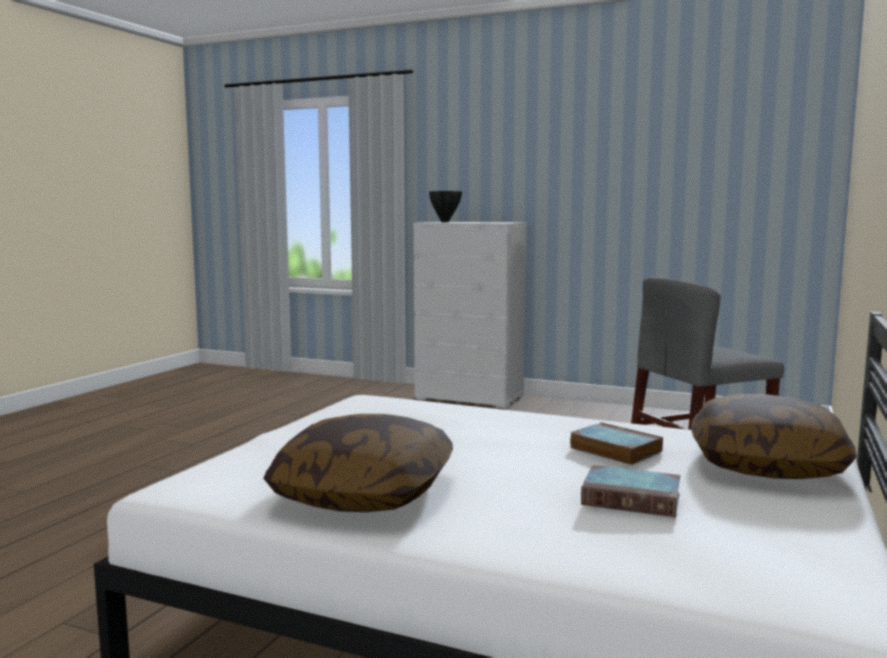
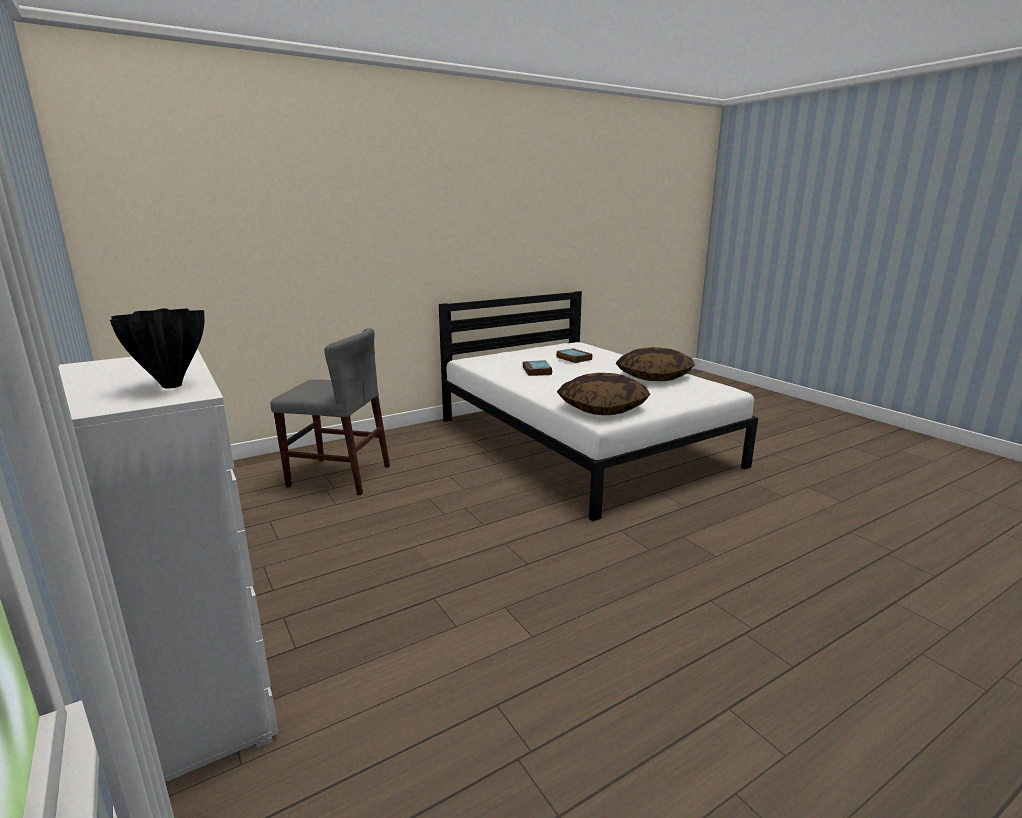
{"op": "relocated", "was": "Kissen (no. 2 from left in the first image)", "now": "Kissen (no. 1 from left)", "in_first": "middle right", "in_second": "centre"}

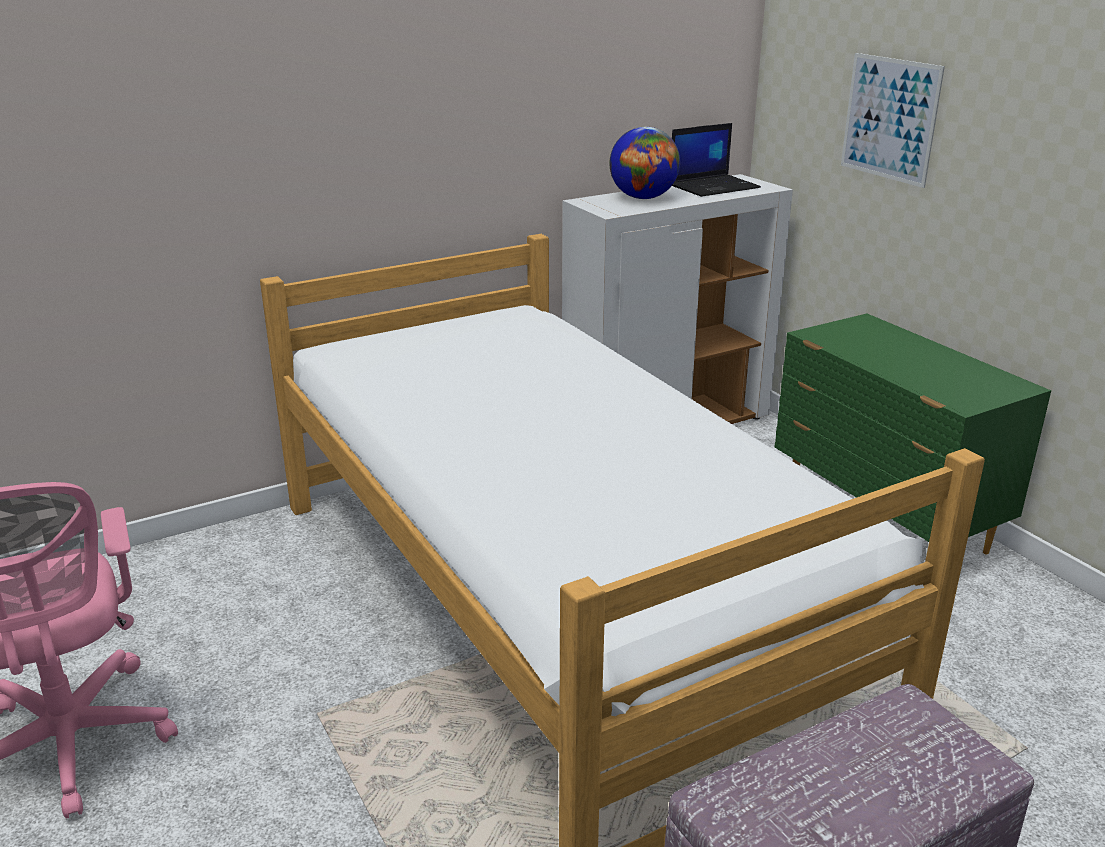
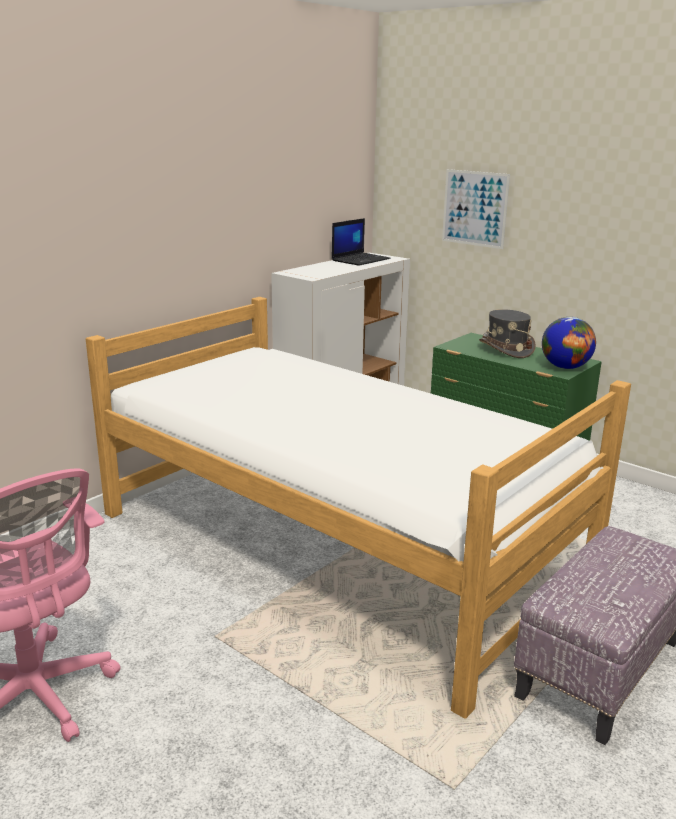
{"op": "relocated", "was": "Globus", "in_first": "top centre", "in_second": "middle right"}
{"op": "appeared", "now": "Hut [grau]", "in_second": "middle right"}

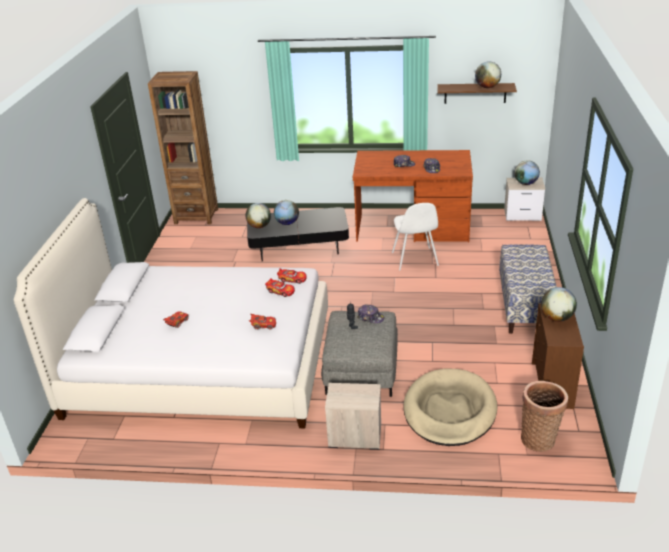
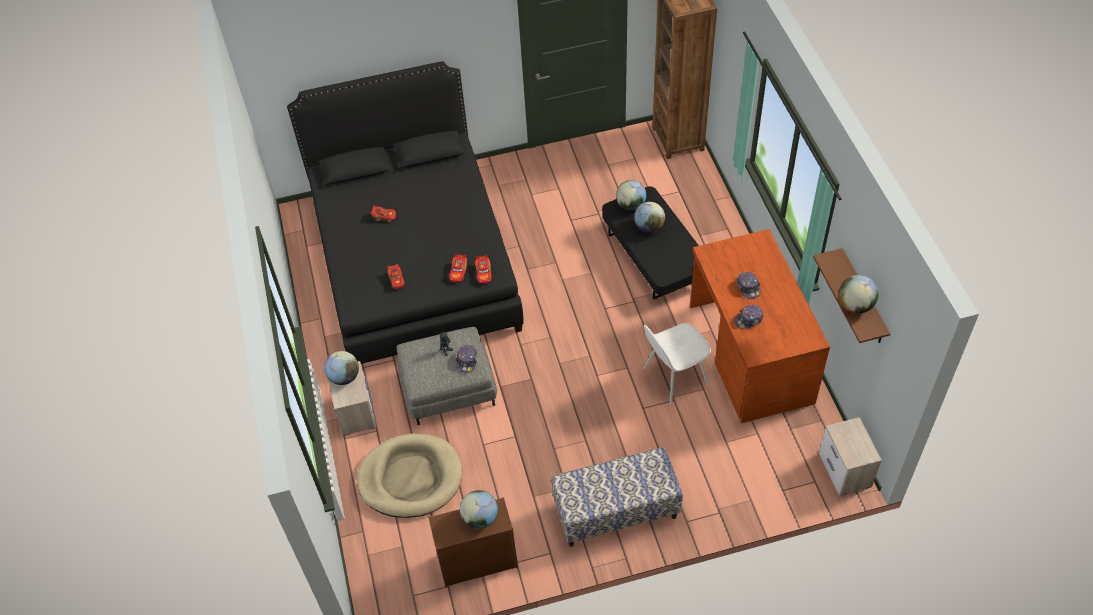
{"op": "relocated", "was": "Globus (no. 4 from left in the first image)", "now": "Globus (no. 1 from left)", "in_first": "top right", "in_second": "middle left"}
{"op": "colour", "was": "Bett [weiß]", "now": "Bett [schwarz]", "in_first": "middle left", "in_second": "centre"}
{"op": "missing", "was": "Korb", "in_first": "bottom right"}

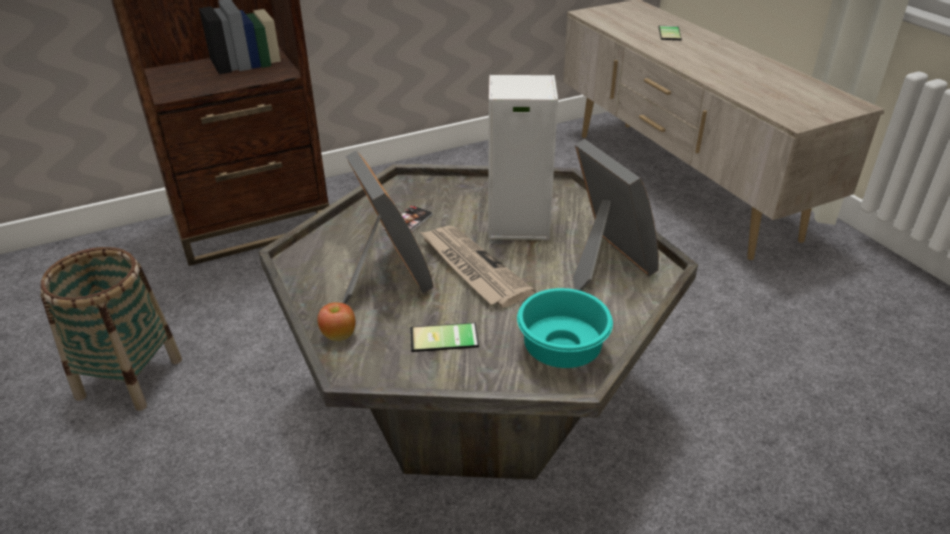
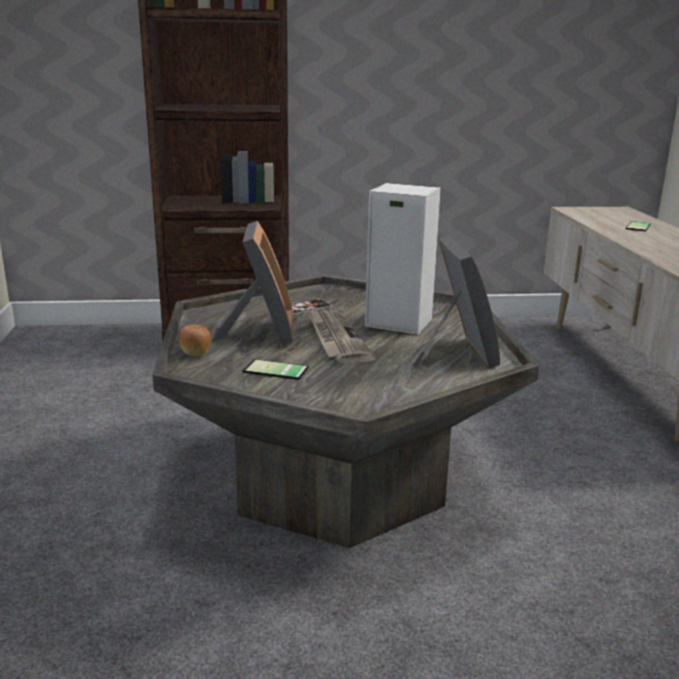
{"op": "missing", "was": "Korb", "in_first": "middle left"}
{"op": "missing", "was": "Schüssel [türkis]", "in_first": "centre"}

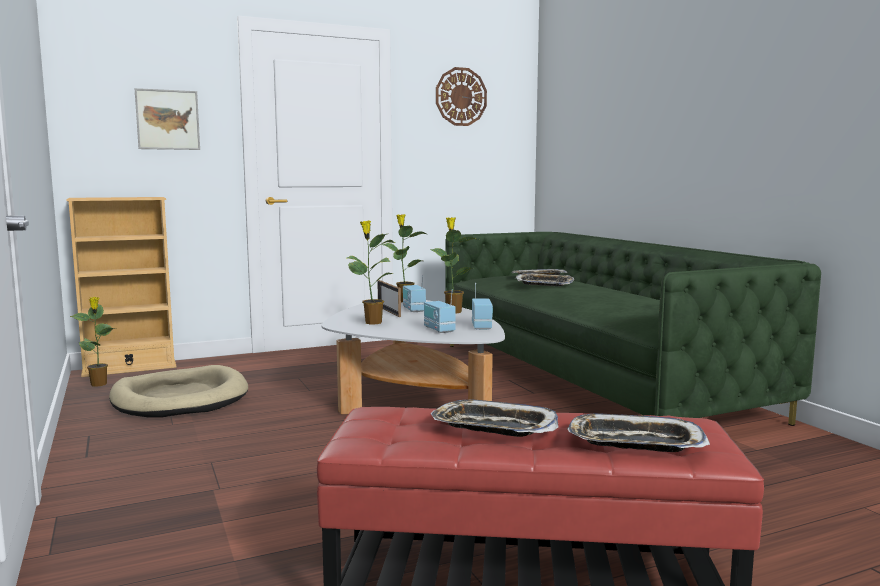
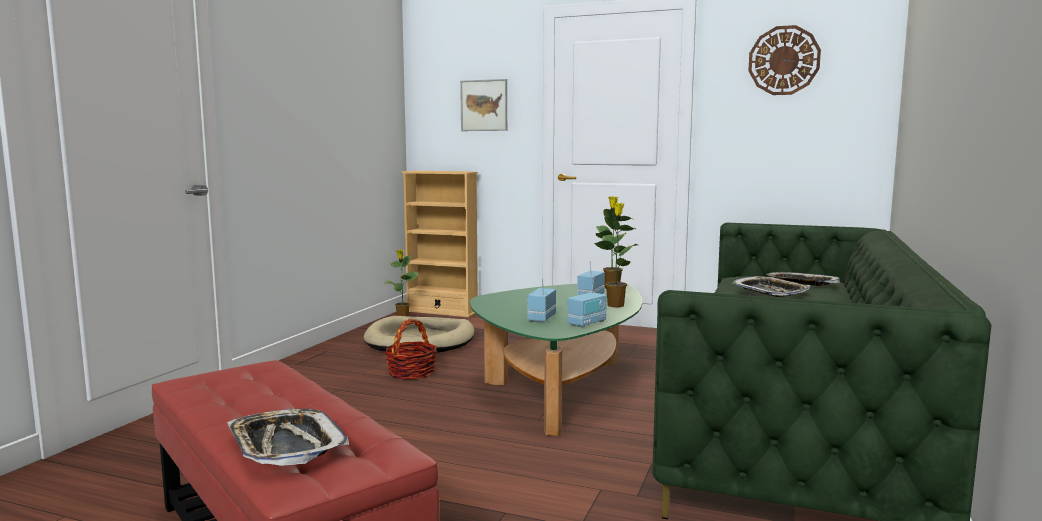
{"op": "missing", "was": "Topfpflanze (no. 2 from left)", "in_first": "centre"}
{"op": "missing", "was": "Bilderrahmen", "in_first": "centre"}
{"op": "colour", "was": "Couchtisch [weiß]", "now": "Couchtisch [grün]", "in_first": "centre", "in_second": "bottom centre"}
{"op": "missing", "was": "Tablett (no. 1 from left)", "in_first": "bottom centre"}
{"op": "appeared", "now": "Korb", "in_second": "bottom centre"}

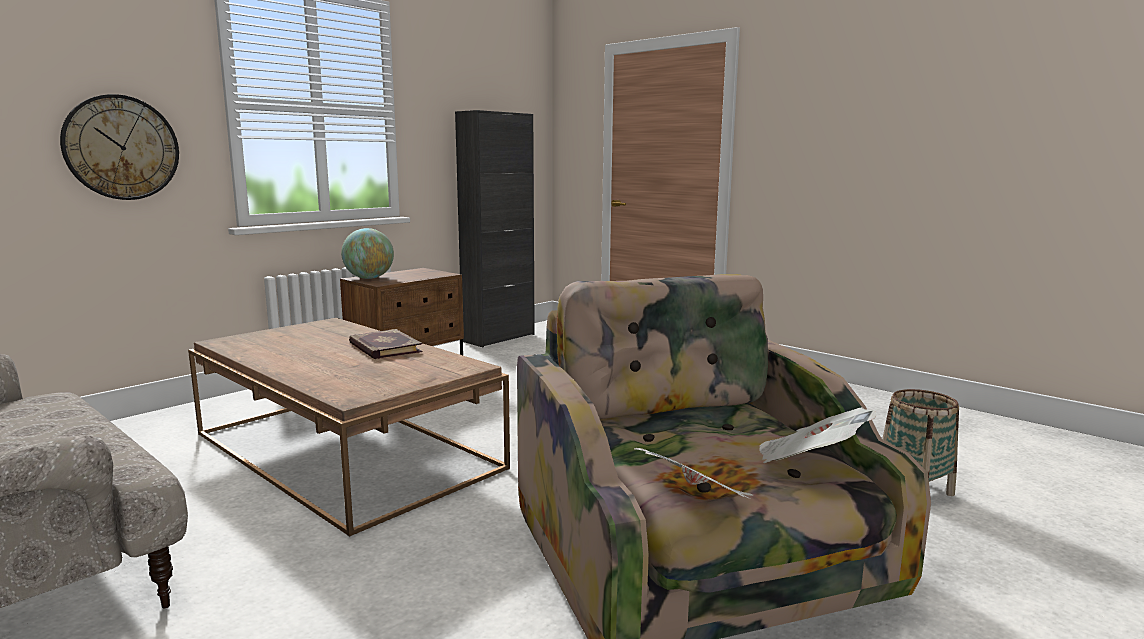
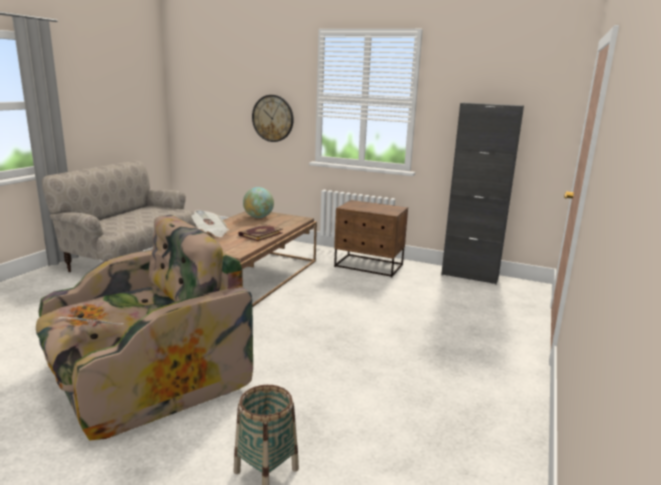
{"op": "relocated", "was": "Globus", "in_first": "middle left", "in_second": "centre"}
{"op": "relocated", "was": "Zeitung (no. 1 from left in the first image)", "now": "Zeitung (no. 2 from left)", "in_first": "bottom centre", "in_second": "middle left"}

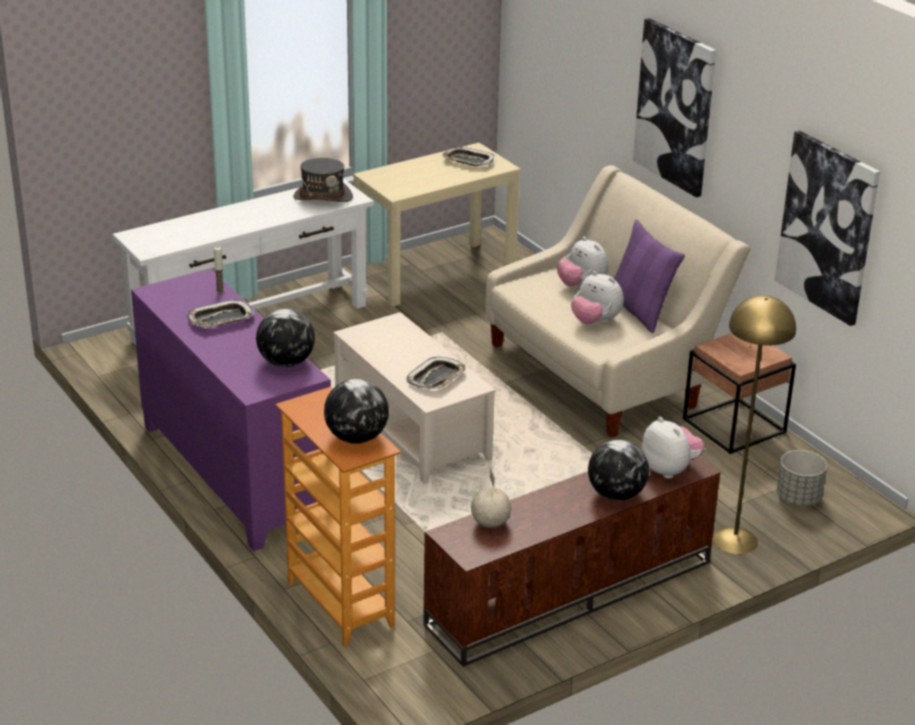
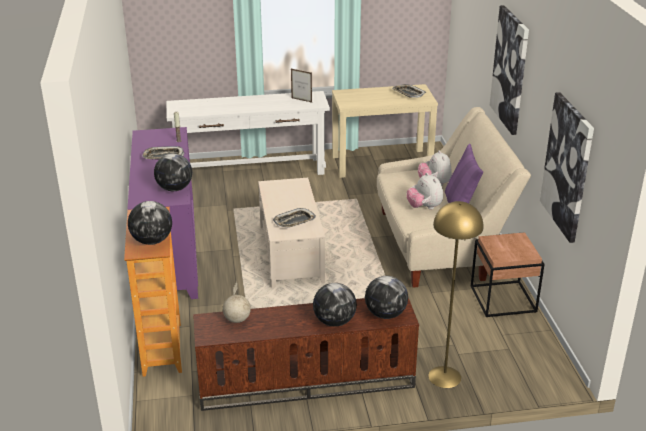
{"op": "exchanged", "was": "Hut [grau]", "now": "Bilderrahmen", "in_first": "top centre", "in_second": "top centre"}
{"op": "exchanged", "was": "Plüschtier (no. 3 from left)", "now": "Globus (no. 5 from left)", "in_first": "middle right", "in_second": "bottom centre"}
{"op": "missing", "was": "Pflanzkübel [grau]", "in_first": "middle right"}

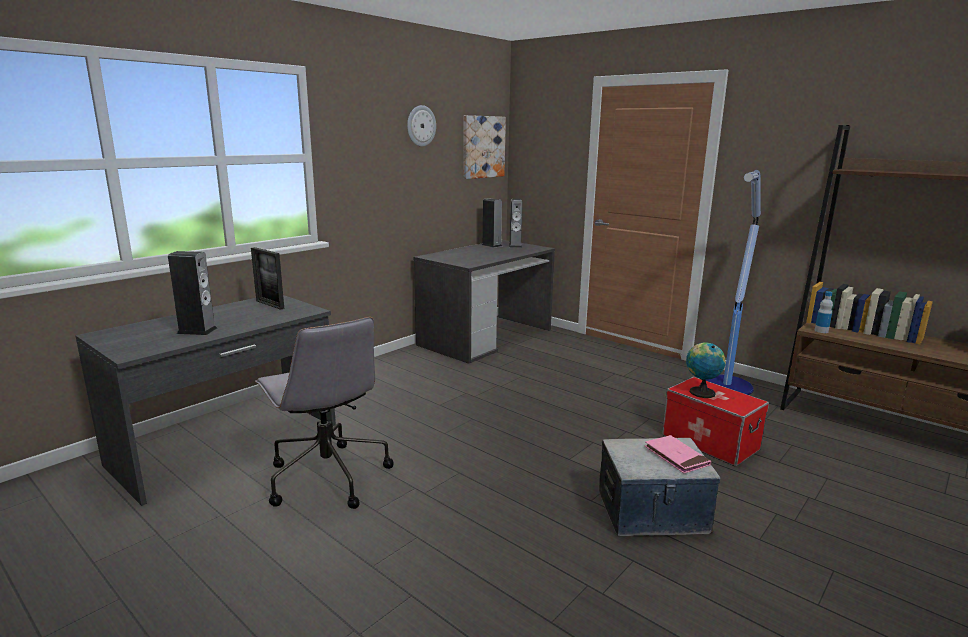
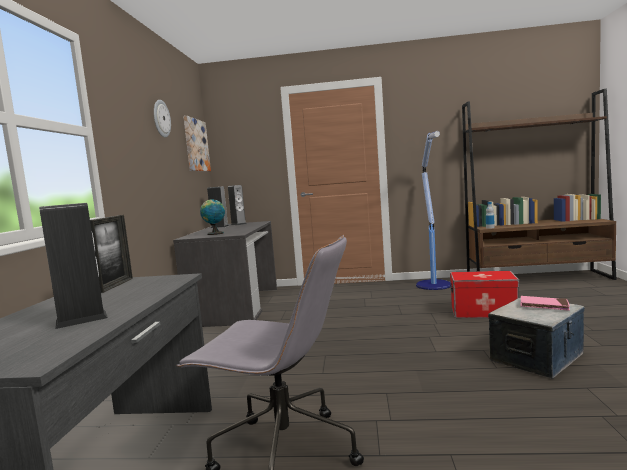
{"op": "spun", "was": "Bilderrahmen", "in_first": "middle left", "in_second": "middle left", "clockwise": -90}
{"op": "relocated", "was": "Globus", "in_first": "middle right", "in_second": "centre"}

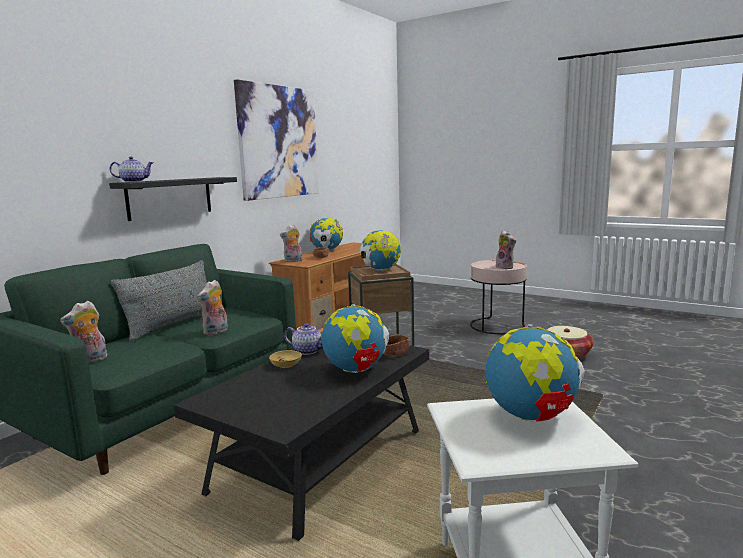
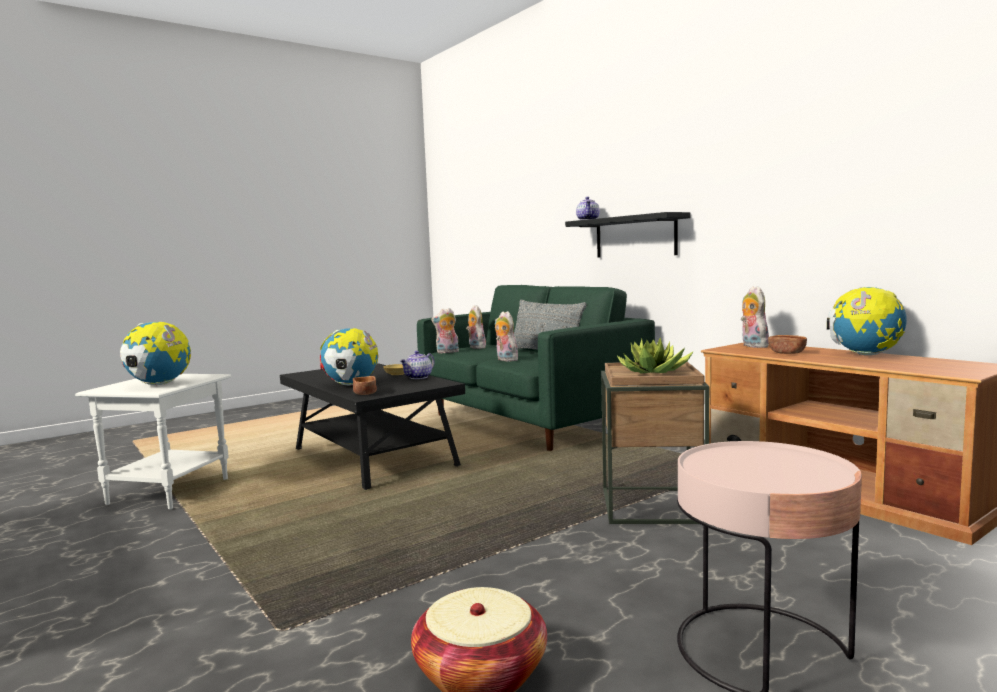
{"op": "missing", "was": "Bild", "in_first": "top centre"}
{"op": "exchanged", "was": "Globus (no. 3 from left)", "now": "Topfpflanze", "in_first": "centre", "in_second": "centre"}
{"op": "relocated", "was": "Plüschtier (no. 4 from left in the first image)", "now": "Plüschtier (no. 1 from left)", "in_first": "middle right", "in_second": "centre"}

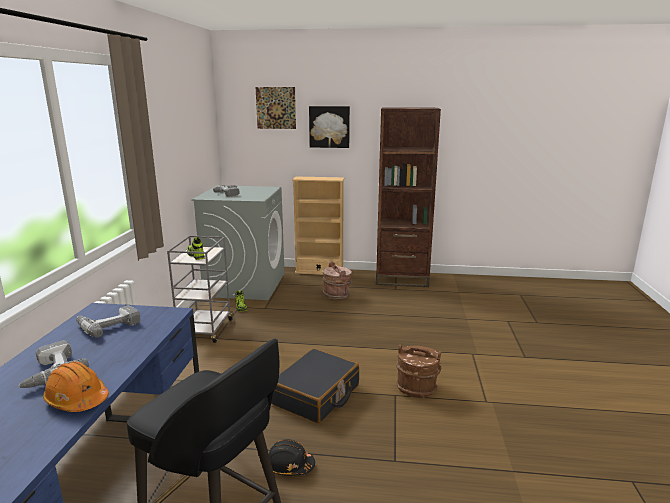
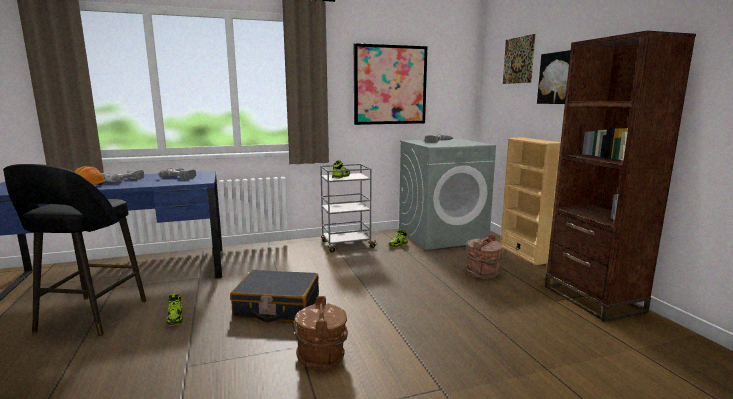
{"op": "exchanged", "was": "Schutzhelm [schwarz]", "now": "Schuh (no. 1 from left)", "in_first": "bottom centre", "in_second": "bottom left"}
{"op": "appeared", "now": "Bild (no. 1 from left)", "in_second": "top centre"}

